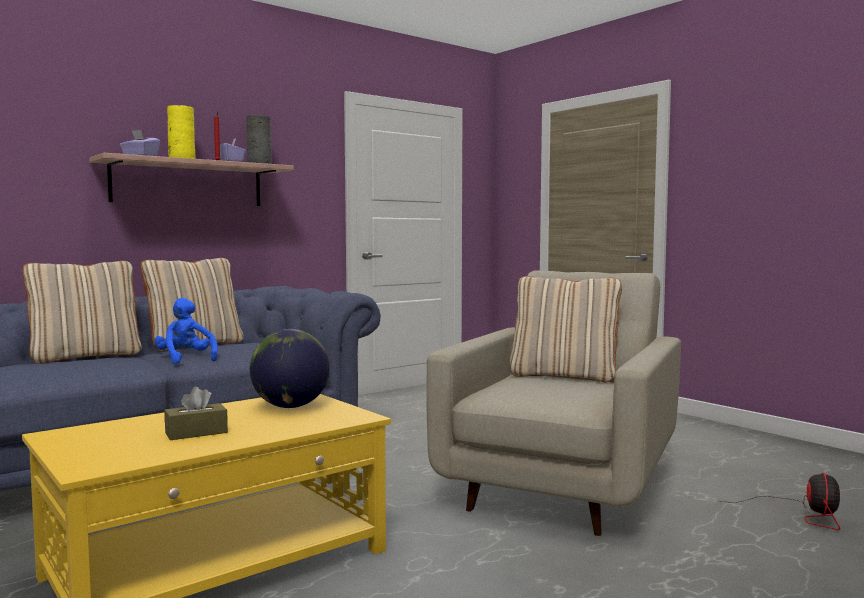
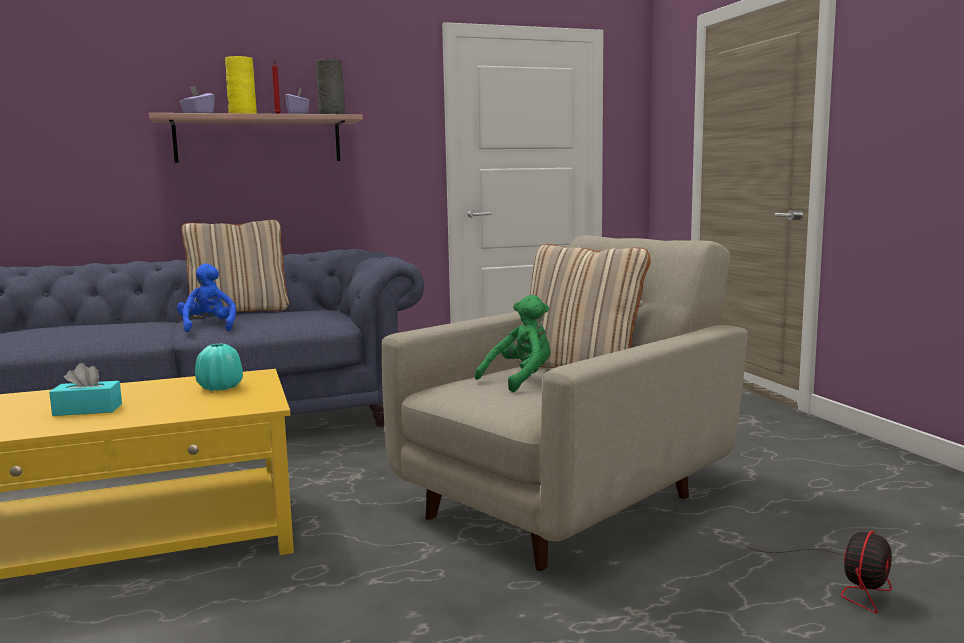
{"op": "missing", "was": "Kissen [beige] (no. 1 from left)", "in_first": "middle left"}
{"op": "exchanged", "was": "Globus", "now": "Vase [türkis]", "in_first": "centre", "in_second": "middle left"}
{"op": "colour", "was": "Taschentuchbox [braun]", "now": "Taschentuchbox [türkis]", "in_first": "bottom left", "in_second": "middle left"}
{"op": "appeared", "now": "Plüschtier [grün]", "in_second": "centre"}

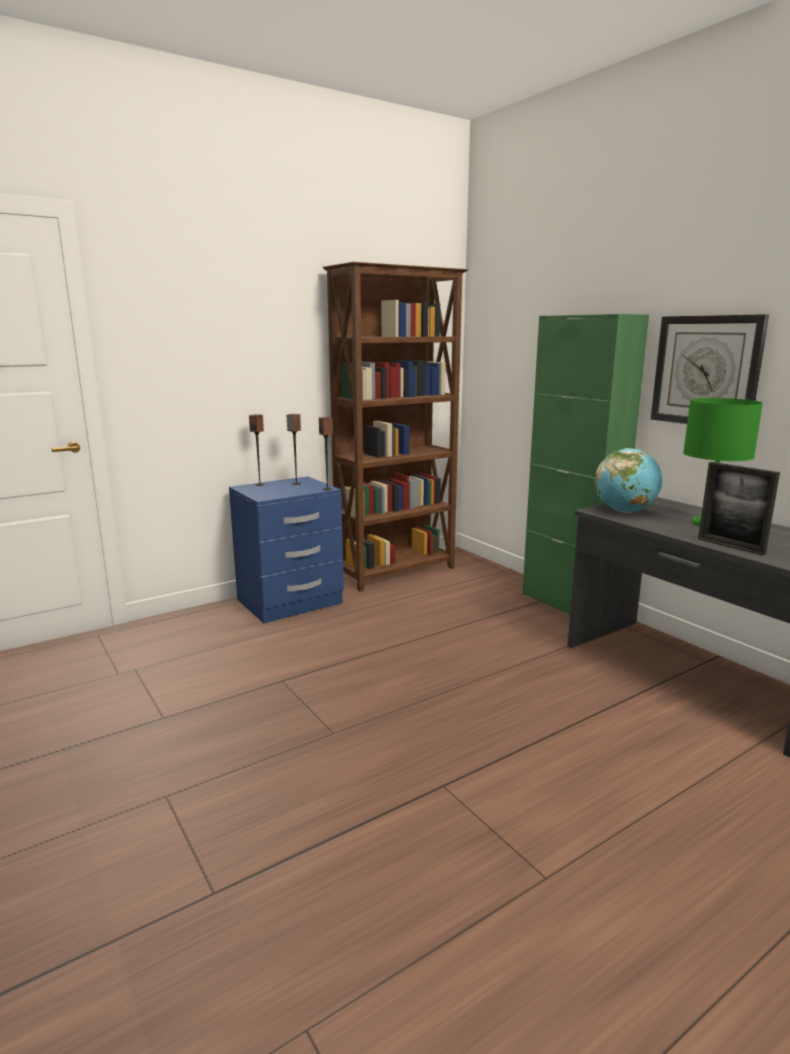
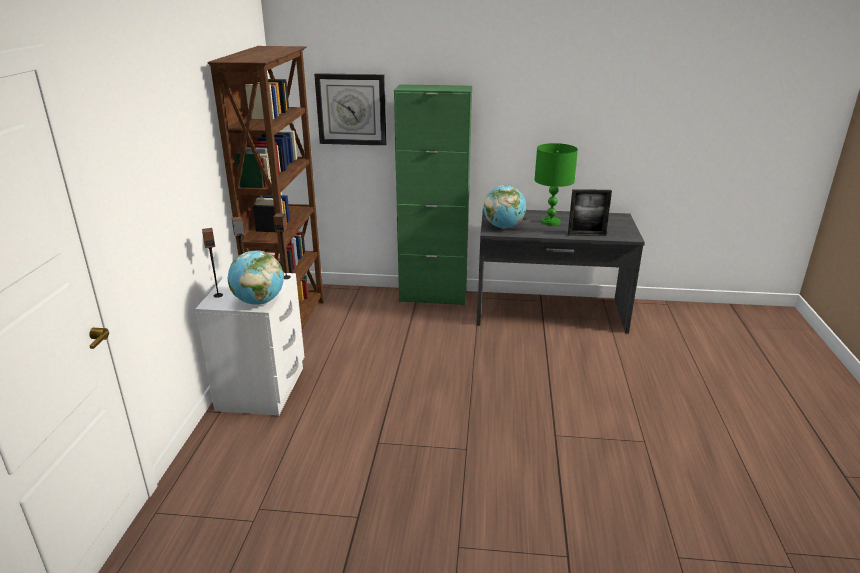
{"op": "relocated", "was": "Wanduhr", "in_first": "middle right", "in_second": "top centre"}
{"op": "colour", "was": "Nachttisch [blau]", "now": "Nachttisch [weiß]", "in_first": "centre", "in_second": "middle left"}
{"op": "appeared", "now": "Globus (no. 1 from left)", "in_second": "middle left"}

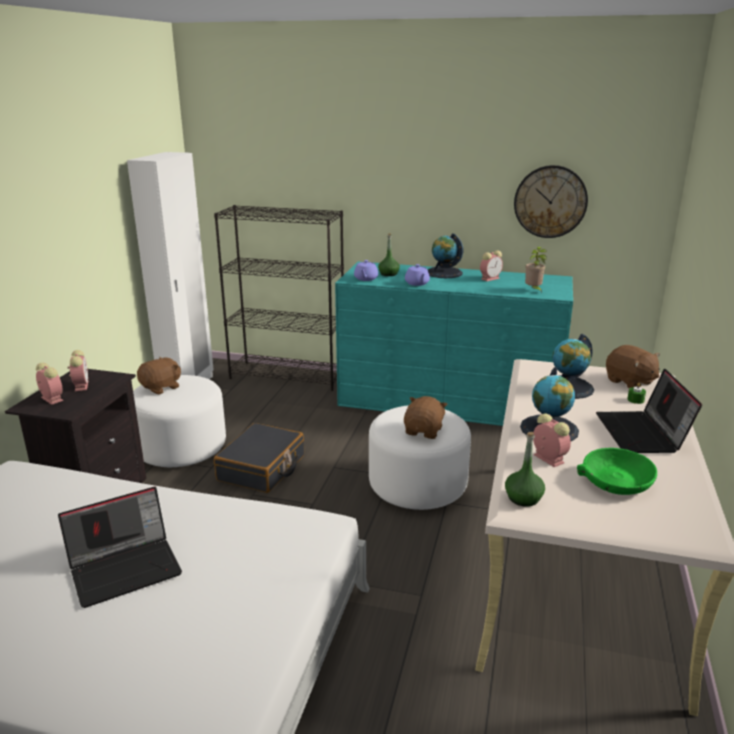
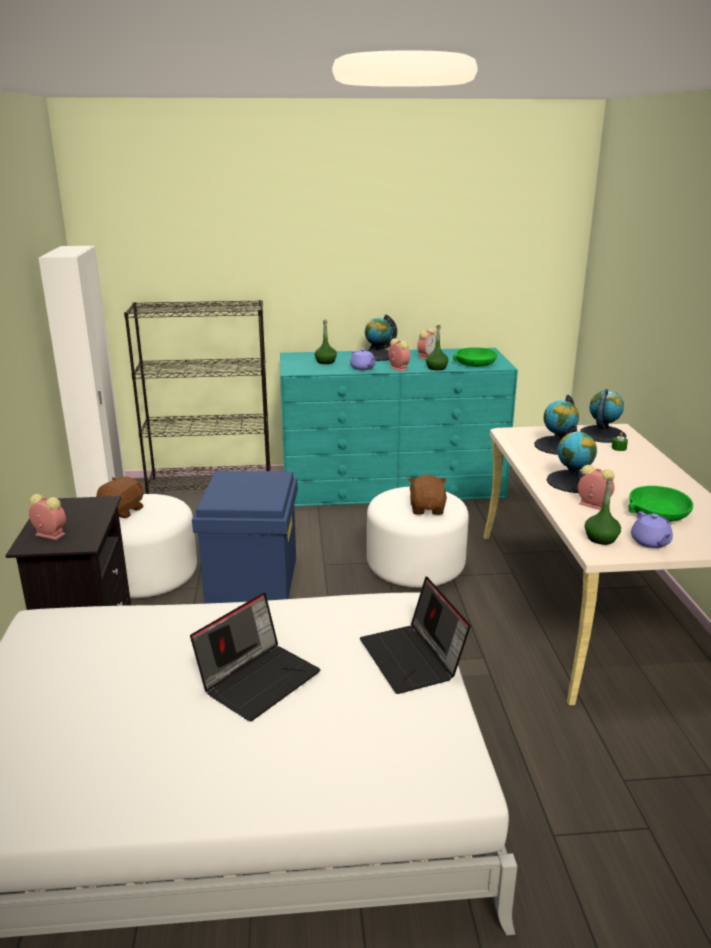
{"op": "missing", "was": "Wanduhr", "in_first": "top right"}
{"op": "exchanged", "was": "Topfpflanze", "now": "Schüssel [grün] (no. 1 from left)", "in_first": "middle right", "in_second": "middle right"}
{"op": "relocated", "was": "Teekanne [lila] (no. 1 from left in the first image)", "now": "Teekanne [lila] (no. 2 from left)", "in_first": "centre", "in_second": "middle right"}
{"op": "exchanged", "was": "Plüschtier [braun] (no. 3 from left)", "now": "Globus (no. 4 from left)", "in_first": "middle right", "in_second": "middle right"}
{"op": "relocated", "was": "Wecker (no. 2 from left)", "in_first": "middle left", "in_second": "centre"}
{"op": "relocated", "was": "Laptop (no. 2 from left)", "in_first": "middle right", "in_second": "bottom centre"}
{"op": "exchanged", "was": "Koffer [schwarz]", "now": "Aufbewahrungsbox [blau]", "in_first": "centre", "in_second": "centre"}
{"op": "appeared", "now": "Flasche [grün] (no. 2 from left)", "in_second": "centre"}

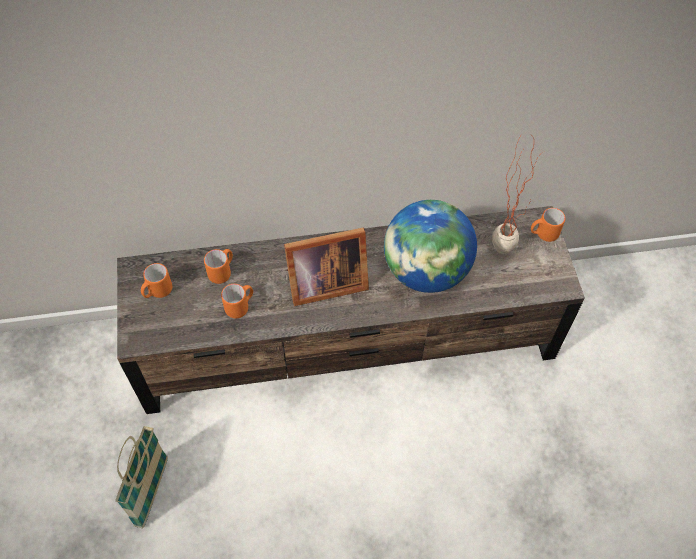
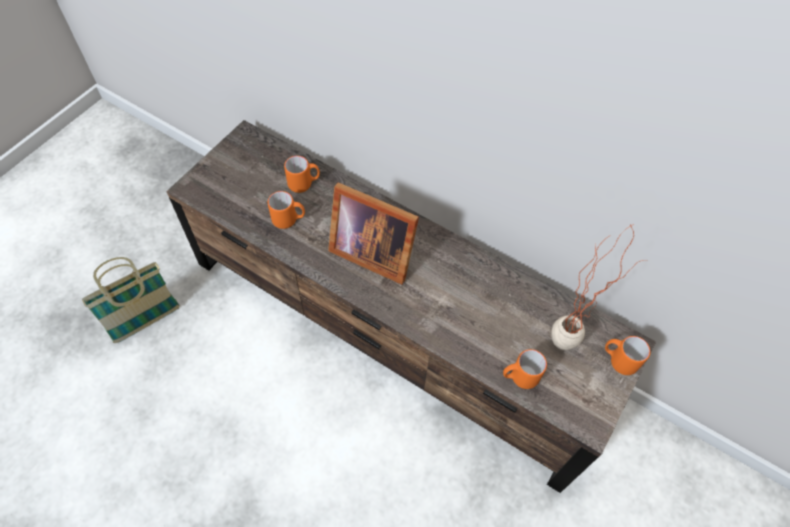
{"op": "missing", "was": "Globus", "in_first": "centre"}
{"op": "relocated", "was": "Henkelbecher [orange] (no. 1 from left in the first image)", "now": "Henkelbecher [orange] (no. 3 from left)", "in_first": "middle left", "in_second": "bottom centre"}

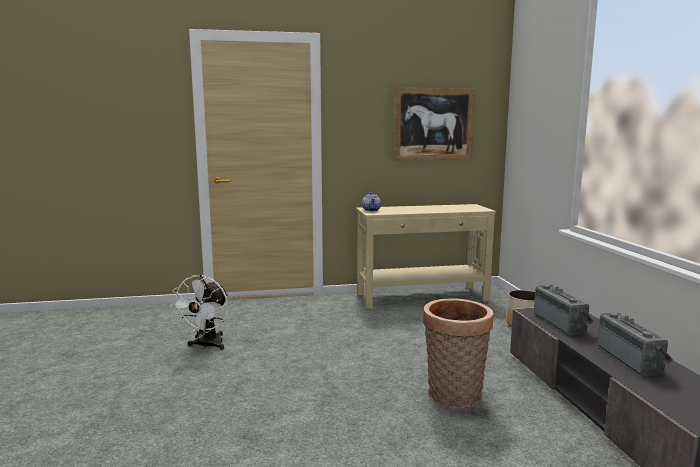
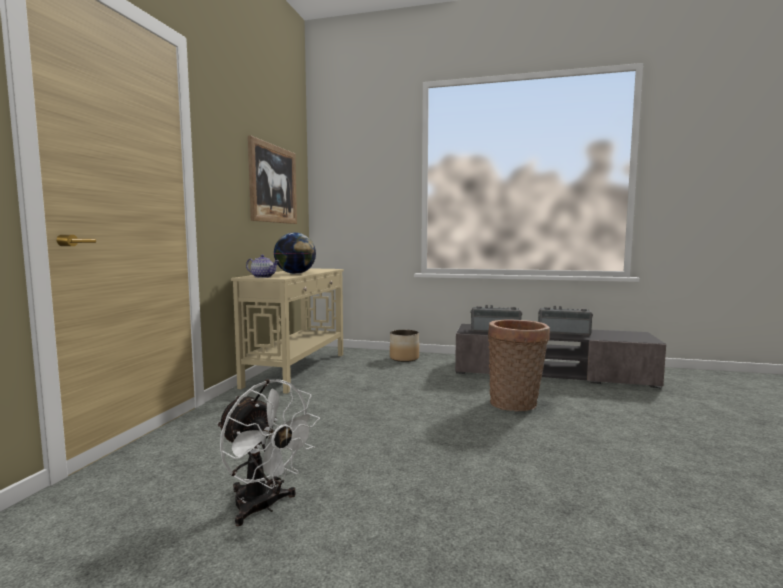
{"op": "appeared", "now": "Globus", "in_second": "centre"}

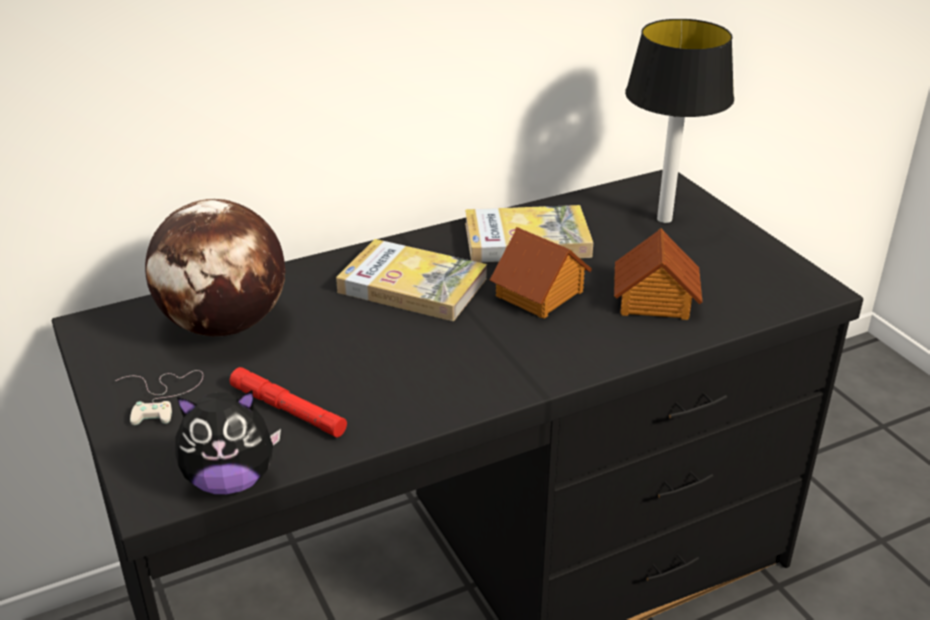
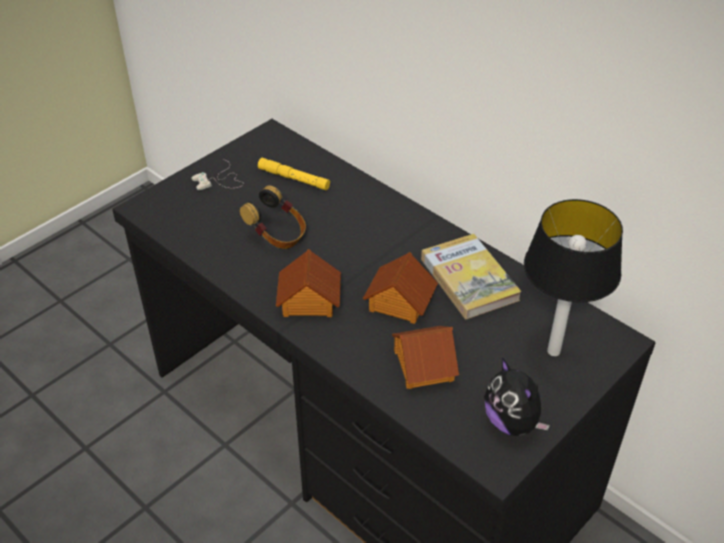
{"op": "exchanged", "was": "Globus", "now": "Taschenlampe [gelb]", "in_first": "middle left", "in_second": "top centre"}
{"op": "missing", "was": "Buch (no. 1 from left)", "in_first": "centre"}
{"op": "missing", "was": "Taschenlampe [rot]", "in_first": "middle left"}
{"op": "relocated", "was": "Plüschtier", "in_first": "bottom left", "in_second": "bottom right"}
{"op": "appeared", "now": "Kopfhörer", "in_second": "centre"}
{"op": "appeared", "now": "Spielzeughaus (no. 1 from left)", "in_second": "centre"}

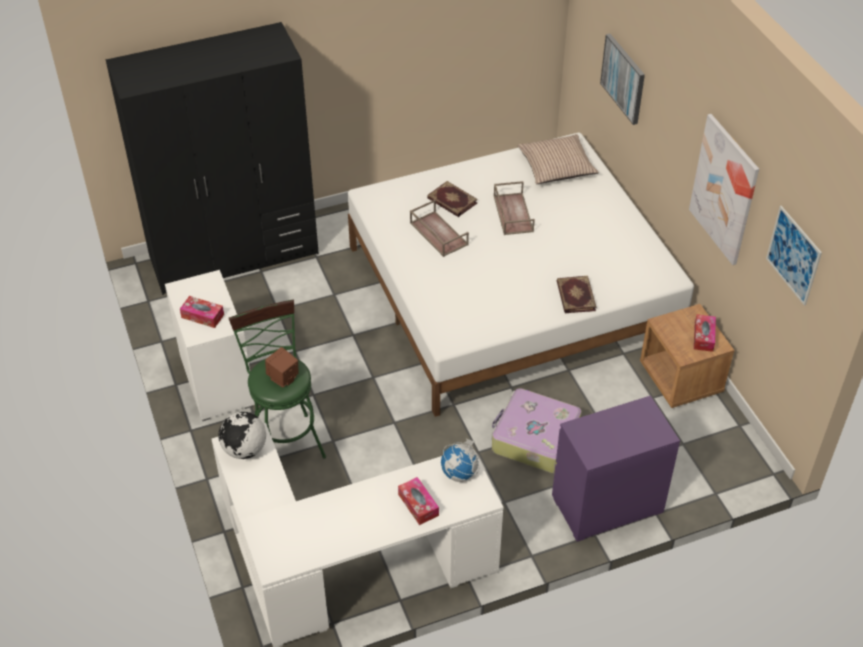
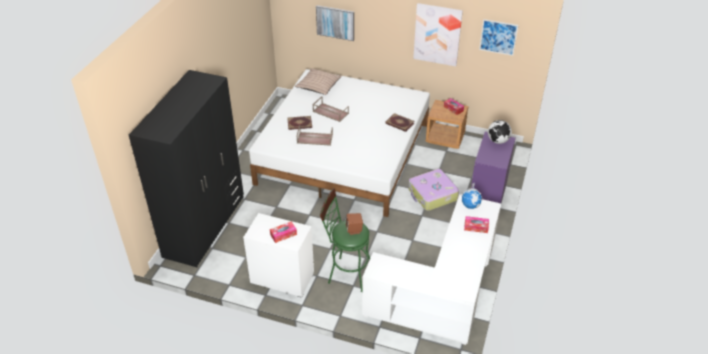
{"op": "relocated", "was": "Globus (no. 1 from left in the first image)", "now": "Globus (no. 2 from left)", "in_first": "bottom left", "in_second": "middle right"}

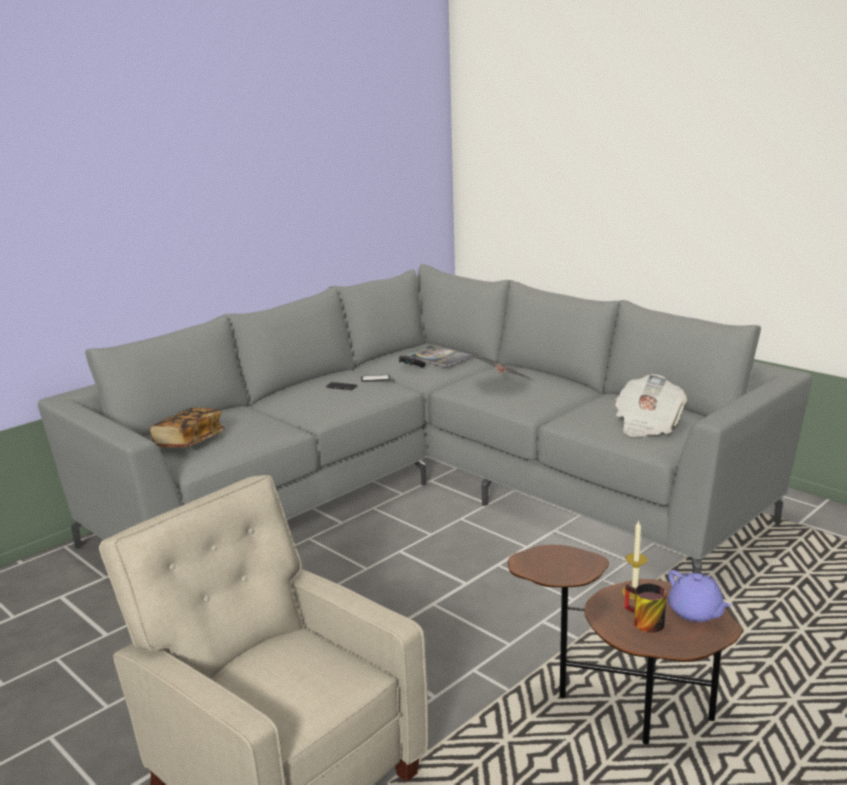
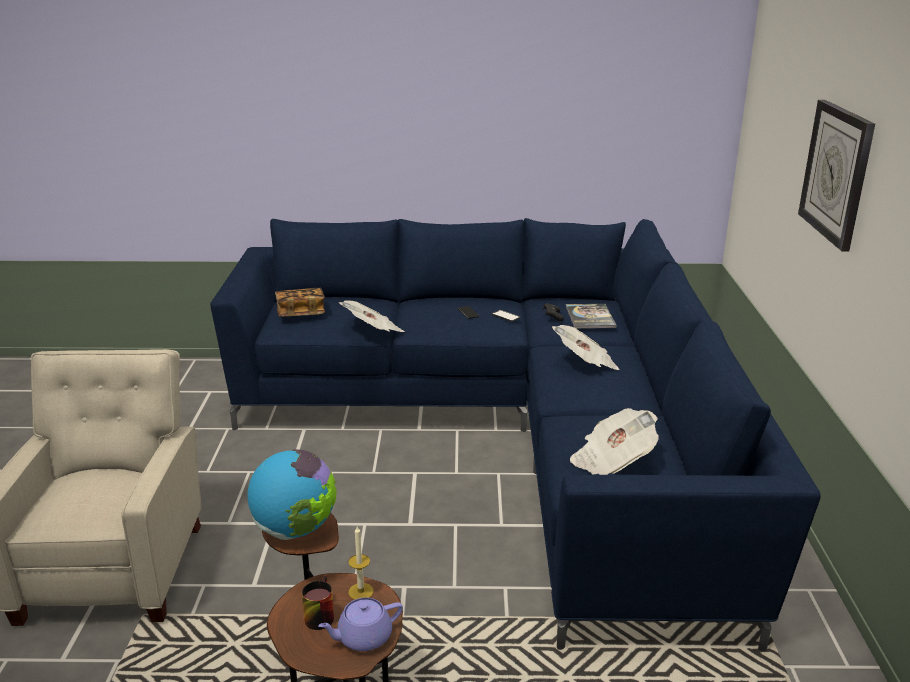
{"op": "colour", "was": "Sofa [grau]", "now": "Sofa [blau]", "in_first": "centre", "in_second": "centre"}
{"op": "spun", "was": "Teekanne [lila]", "in_first": "bottom right", "in_second": "bottom centre", "clockwise": 45}
{"op": "appeared", "now": "Wanduhr", "in_second": "top right"}
{"op": "appeared", "now": "Zeitung (no. 1 from left)", "in_second": "centre"}
{"op": "appeared", "now": "Globus", "in_second": "bottom left"}

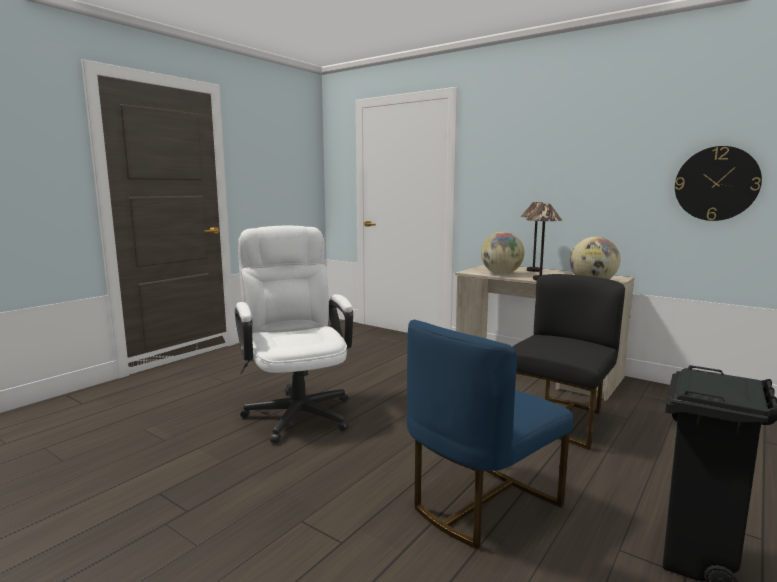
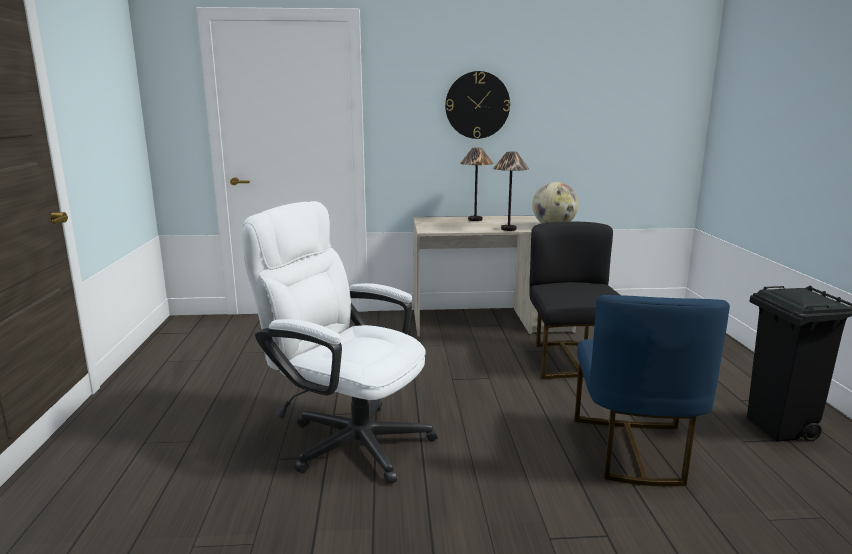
{"op": "relocated", "was": "Wanduhr", "in_first": "top right", "in_second": "top centre"}
{"op": "missing", "was": "Globus (no. 1 from left)", "in_first": "centre"}

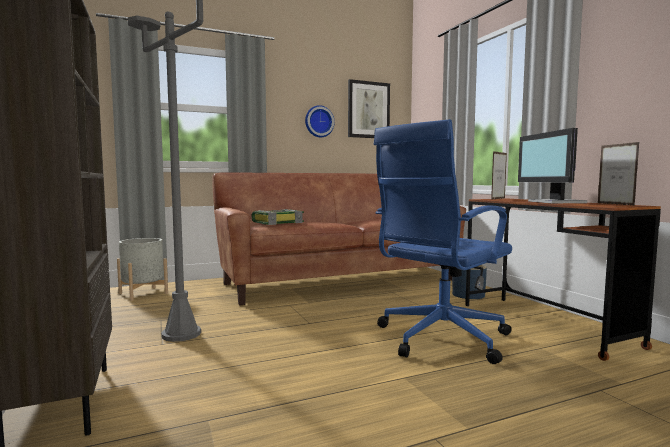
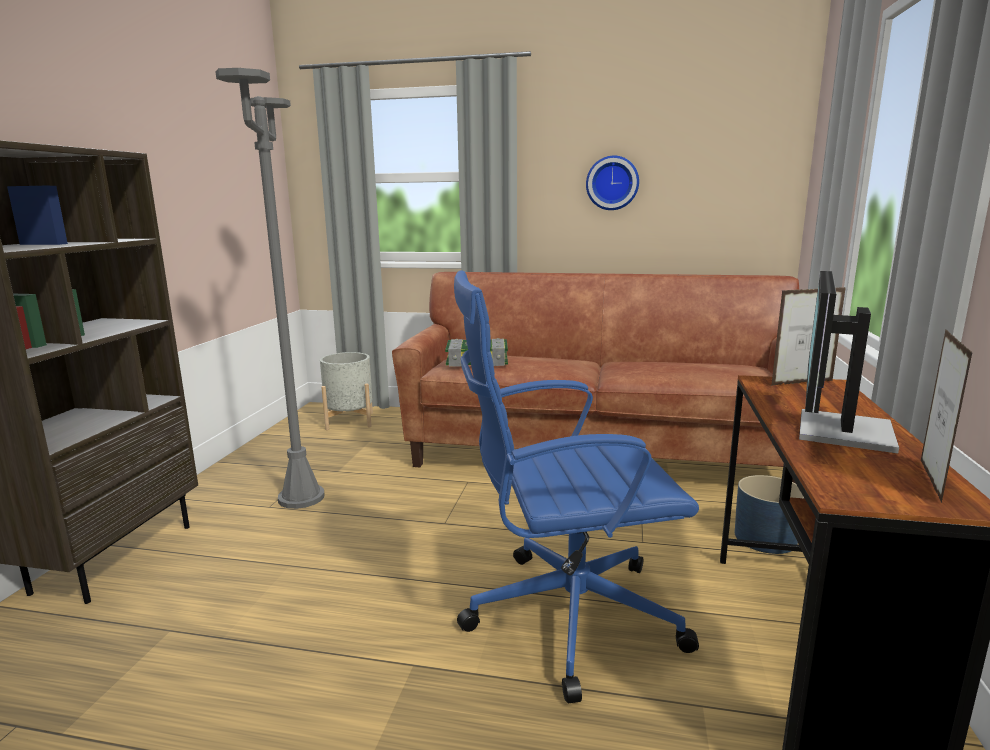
{"op": "missing", "was": "Bild", "in_first": "top centre"}

